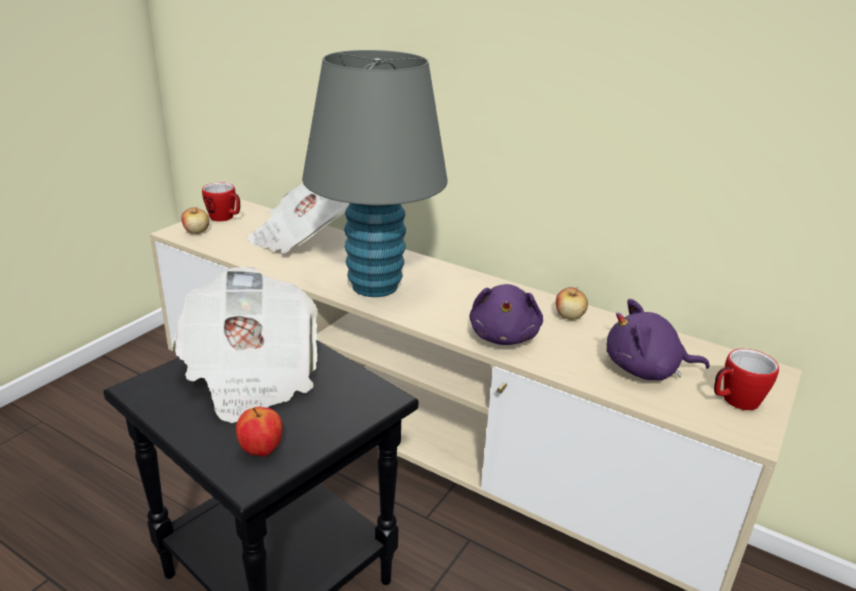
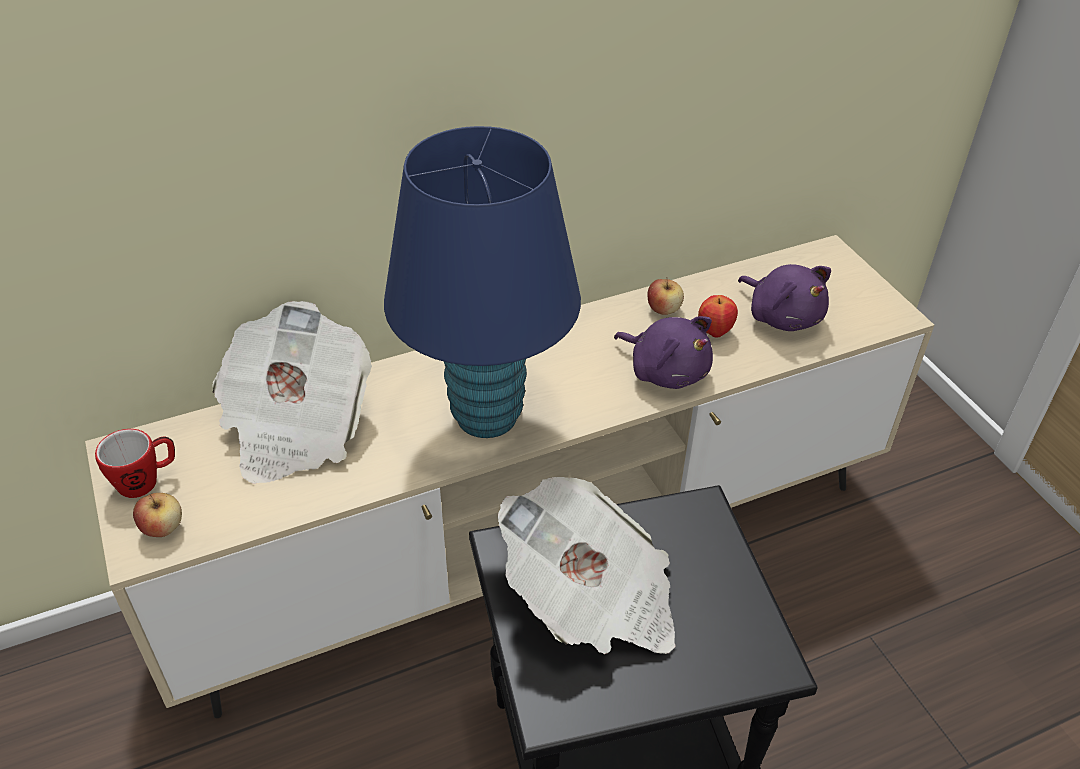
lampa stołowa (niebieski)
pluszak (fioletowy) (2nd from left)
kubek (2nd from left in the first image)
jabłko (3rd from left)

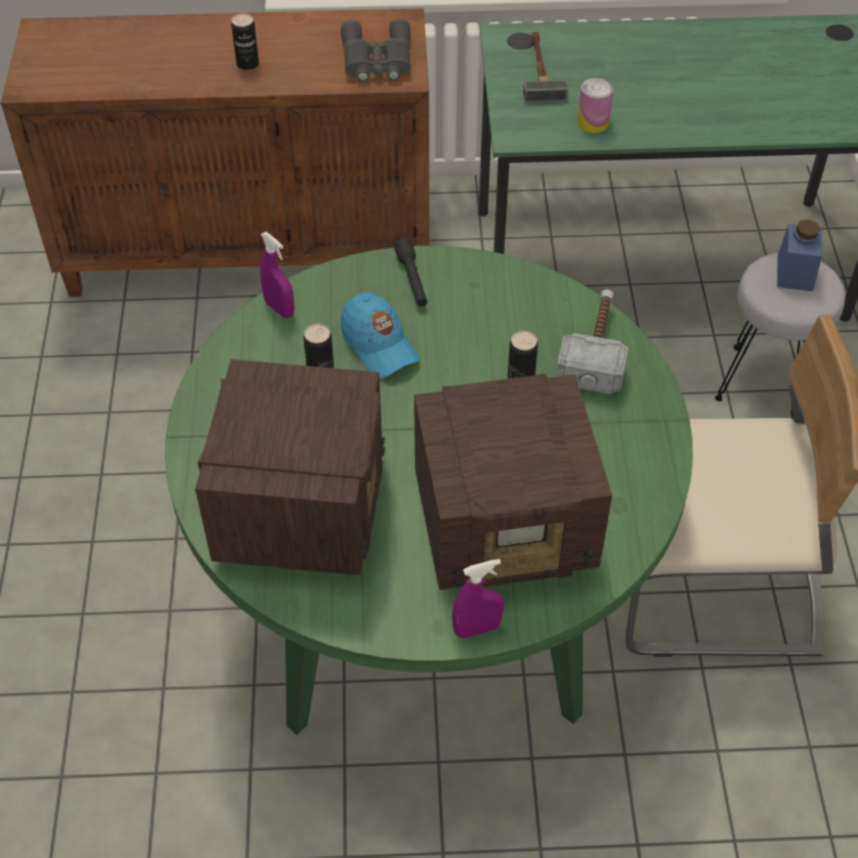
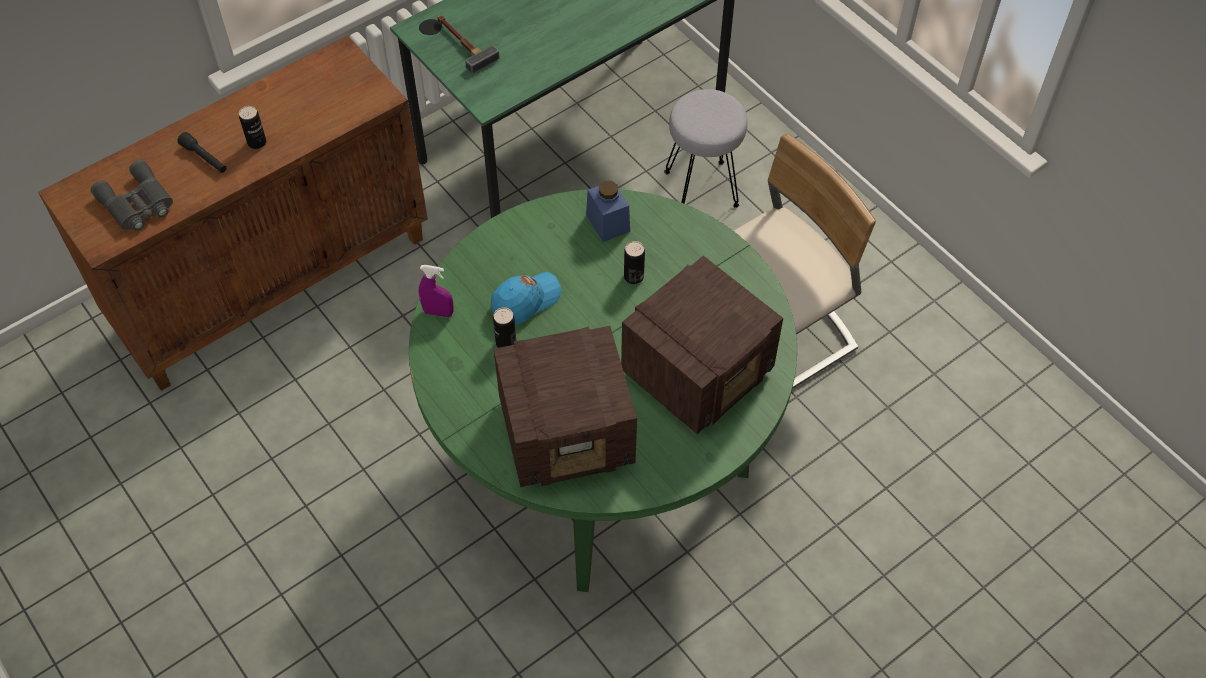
lornetka (szary)
puszka (4th from left in the first image)
słoik (niebieski)
latarka (czarny)
młotek (2nd from left in the first image)
czapka z daszkiem (niebieski)
radio (1st from left)
spryskiwacz (fioletowy) (2nd from left in the first image)

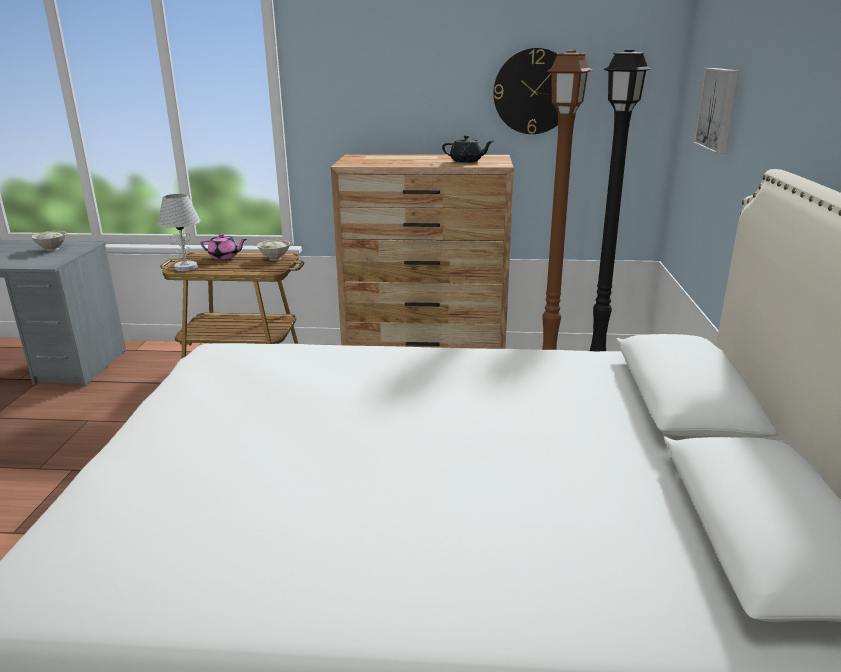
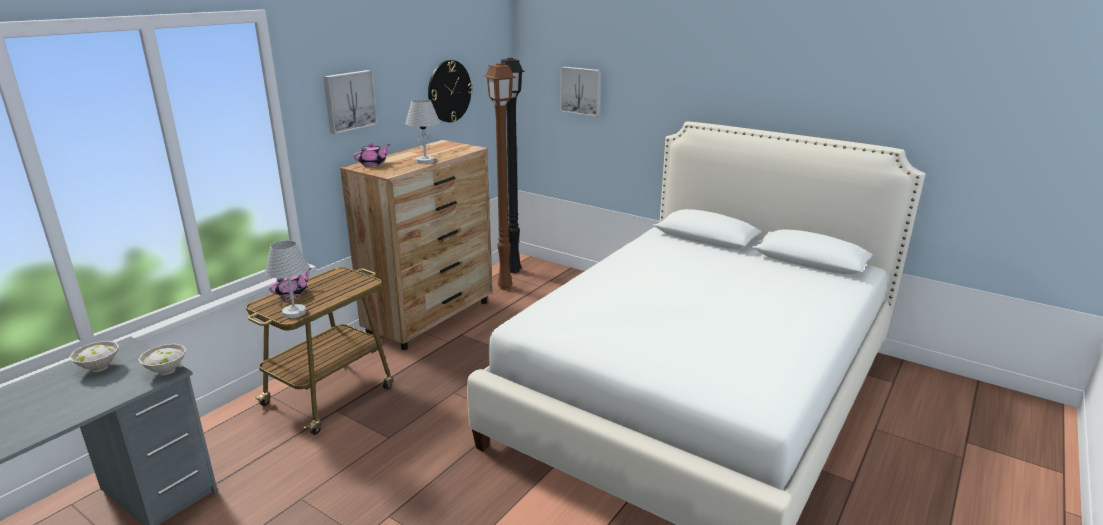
imbryk (czarny)
miska (biały) (2nd from left)
obraz (1st from left)
lampa stołowa (biały) (2nd from left)
imbryk (różowy) (2nd from left)

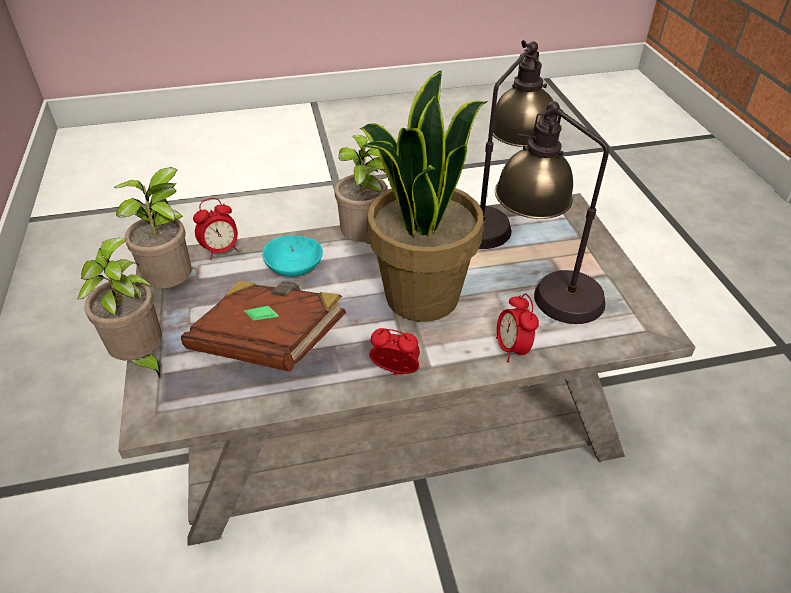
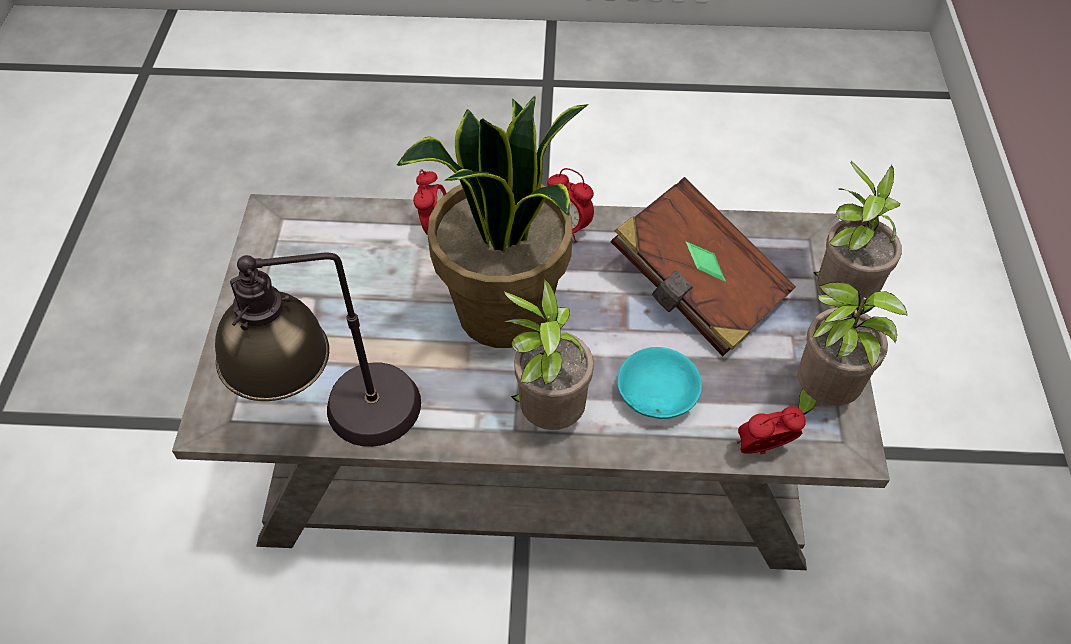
lampa stołowa (2nd from left in the first image)

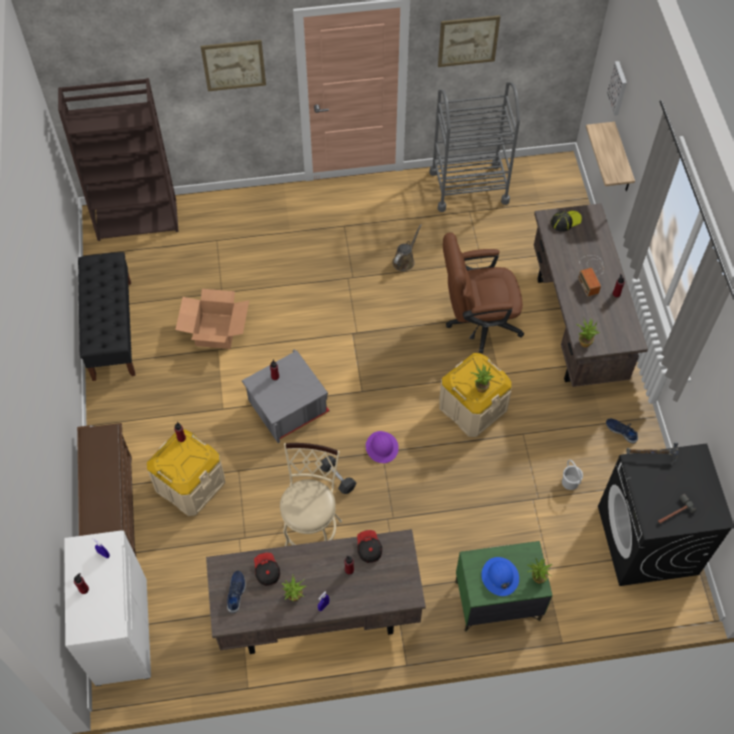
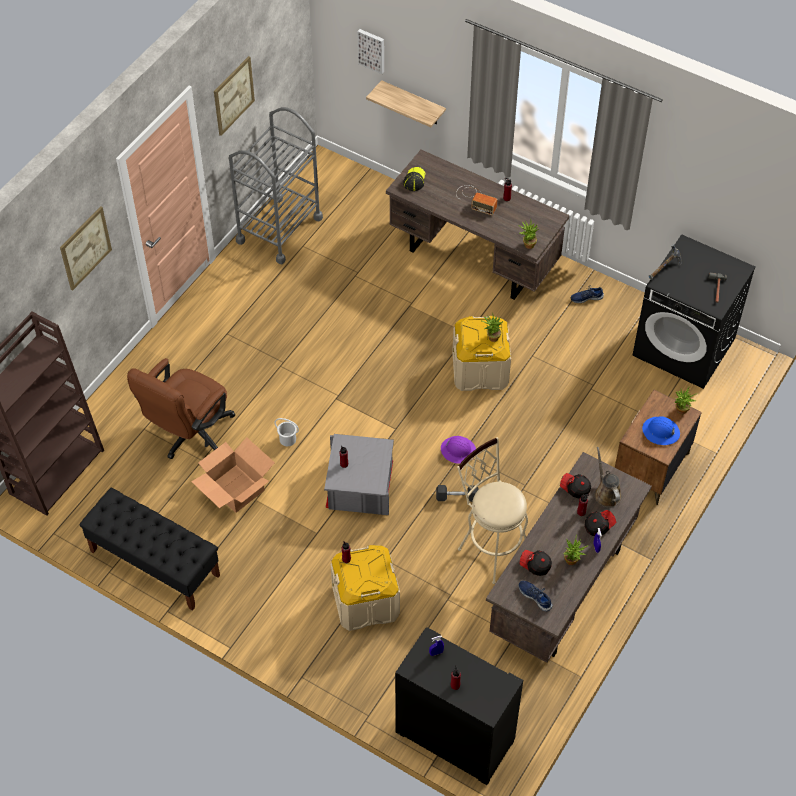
konewka (brązowy)
krzesło biurowe (brązowy)
regał na buty (brązowy)
wiadro (biały)
szafka (czarny)
szafka nocna (brązowy)
czapka z daszkiem (4th from left)

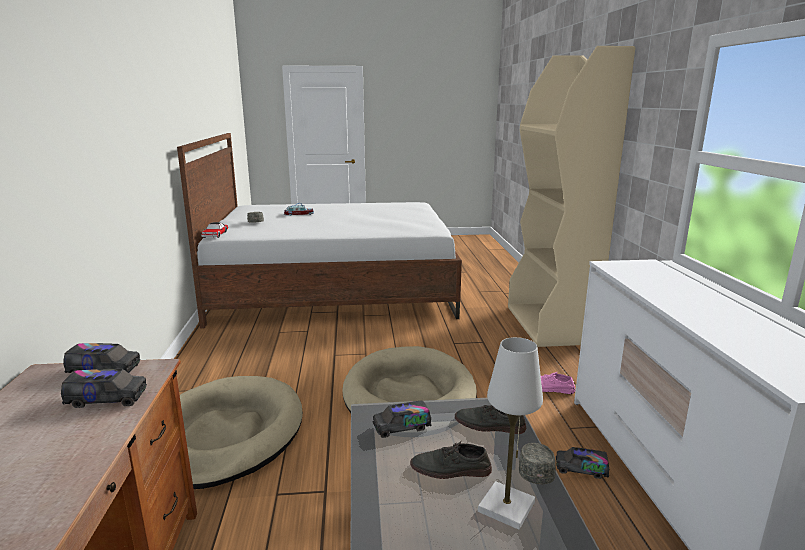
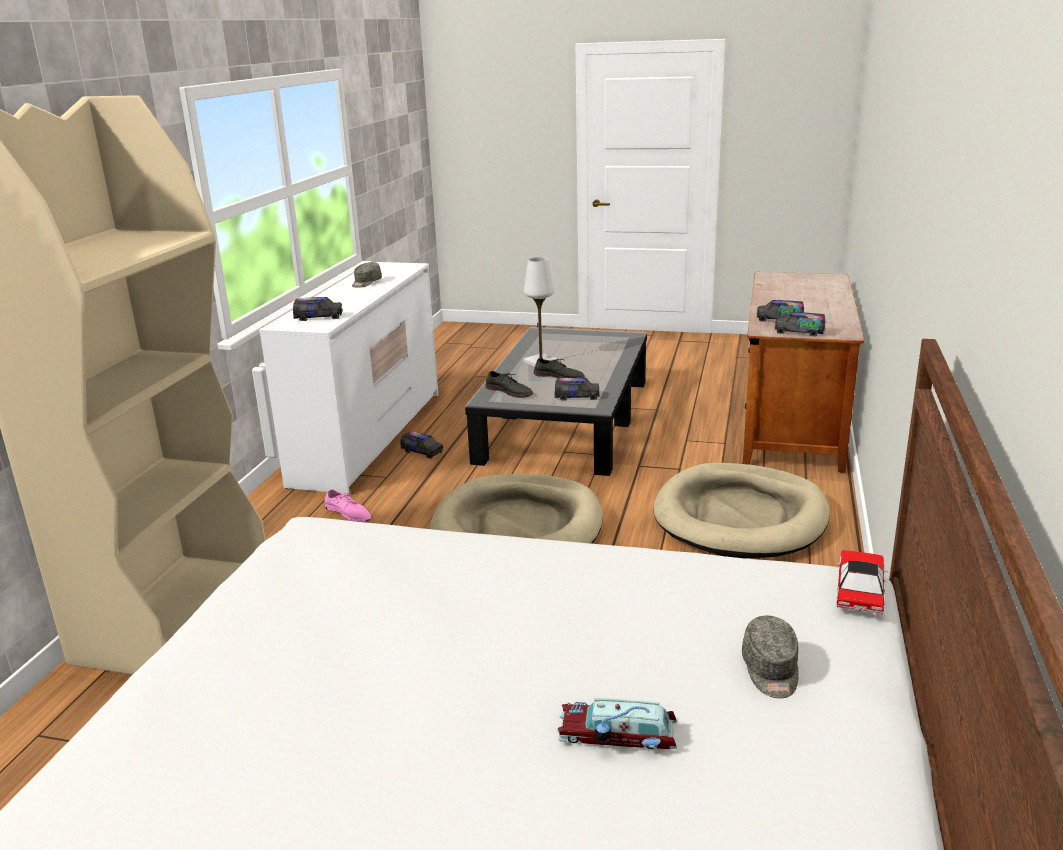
czapka z daszkiem (szary) (1st from left)
ciężarówka zabawkowa (1st from left)

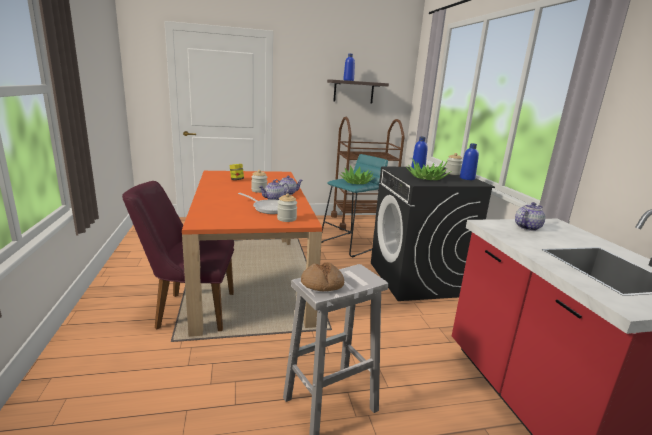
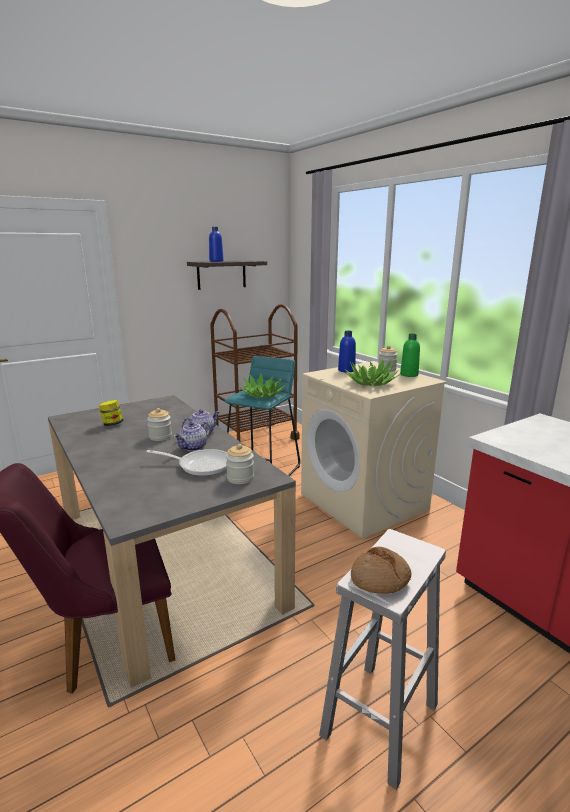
butelka (zielony)
pralka (beżowy)
stół jadalny (szary)
imbryk (3rd from left in the first image)

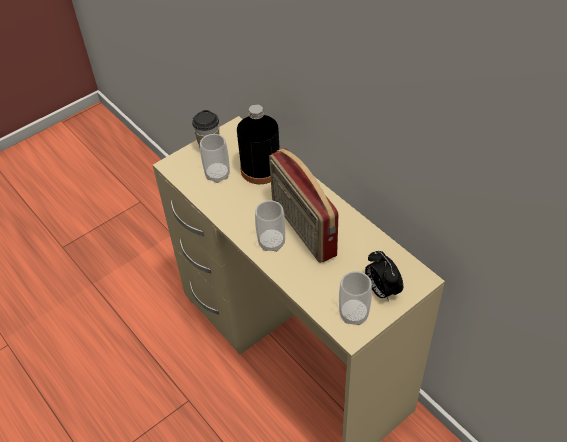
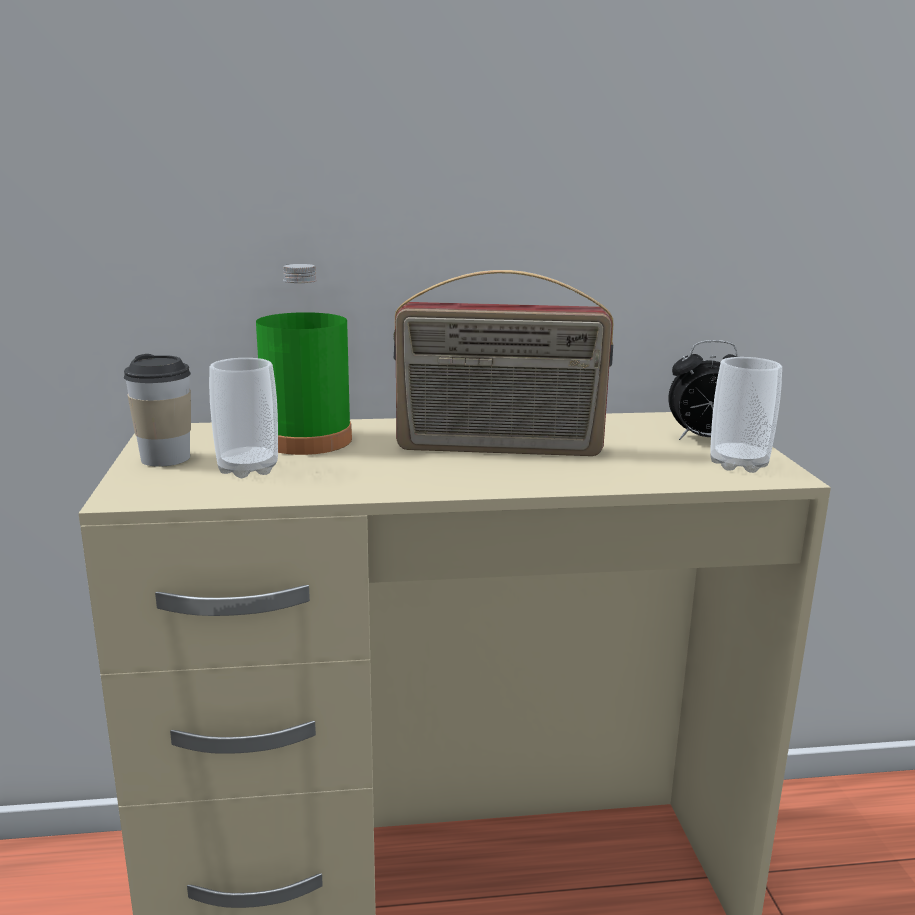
butelka (zielony)
filiżanka (3rd from left in the first image)

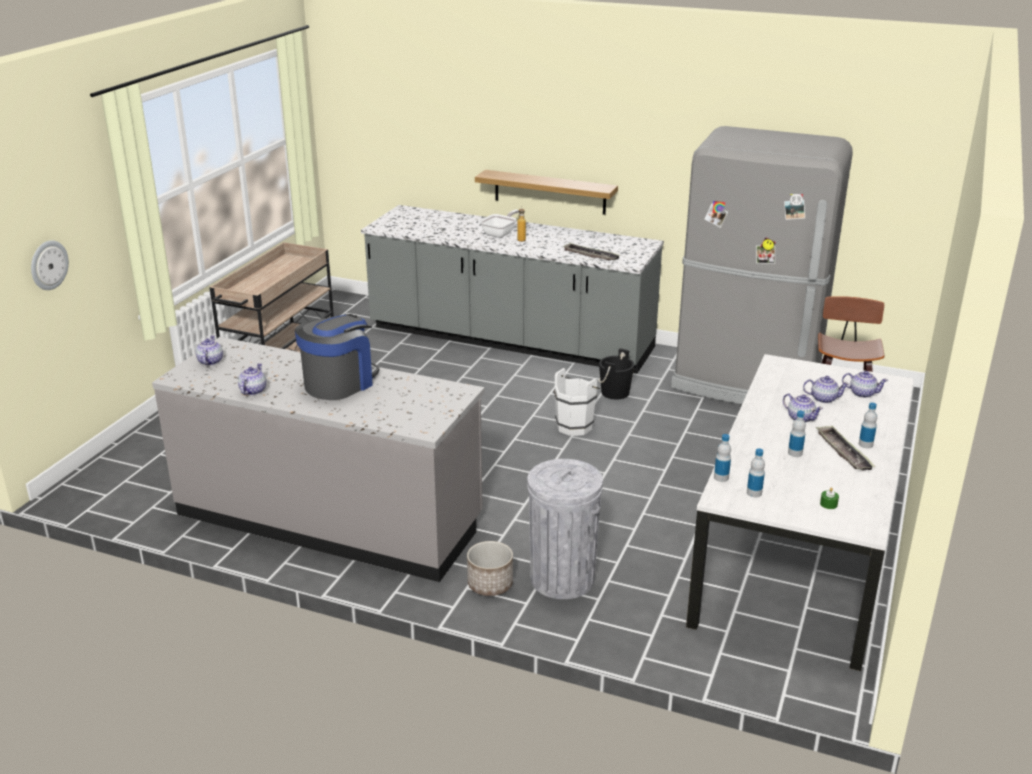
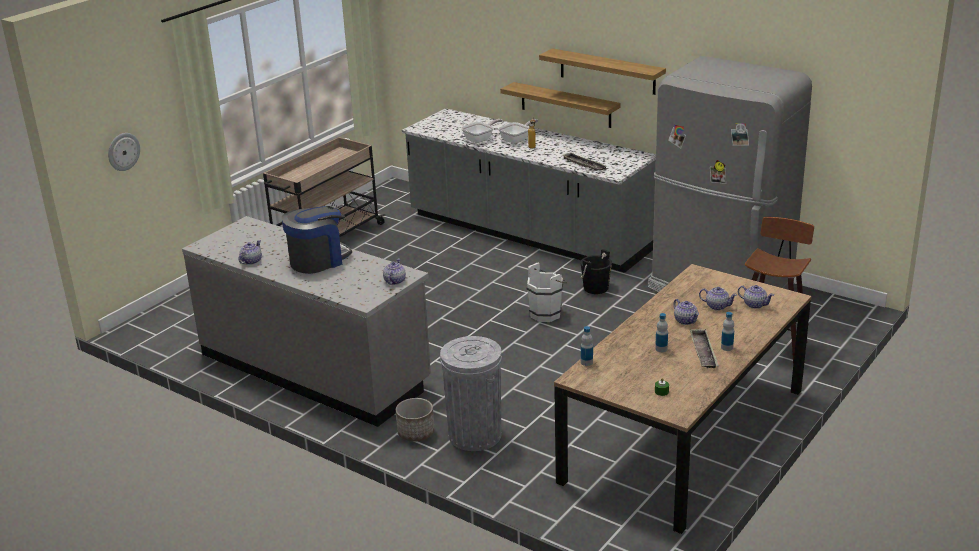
imbryk (2nd from left)
stół jadalny (brązowy)
butelka (3rd from left in the first image)
półka (2nd from left)
patelnia (1st from left)

